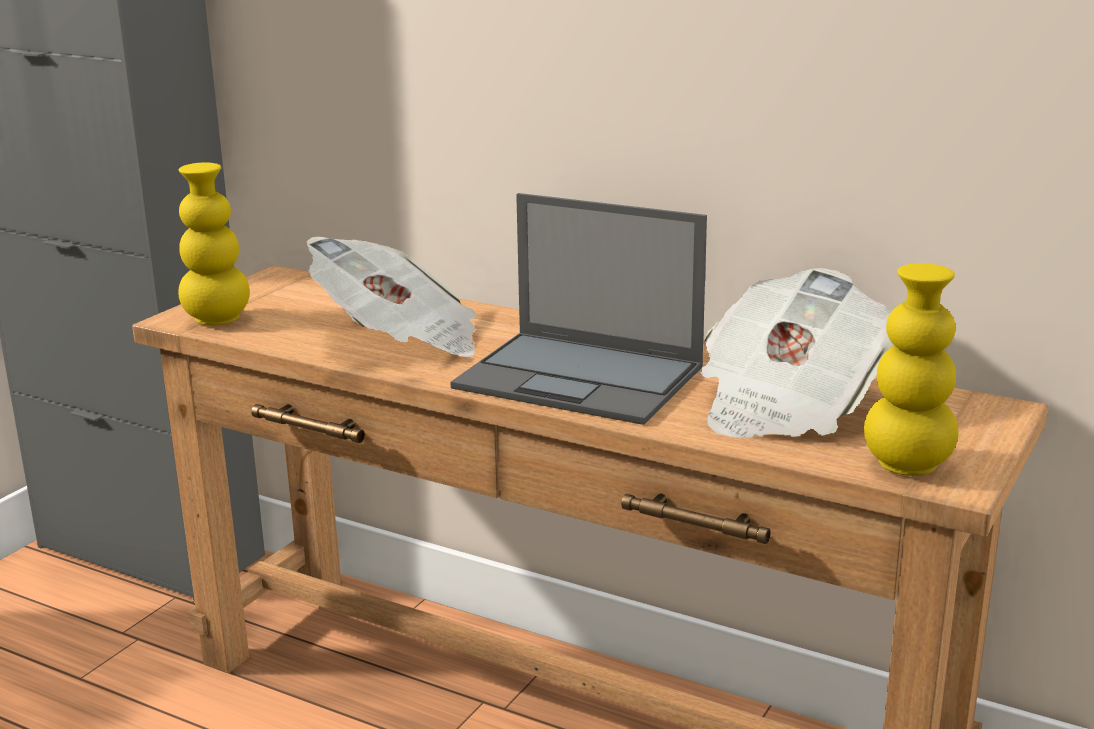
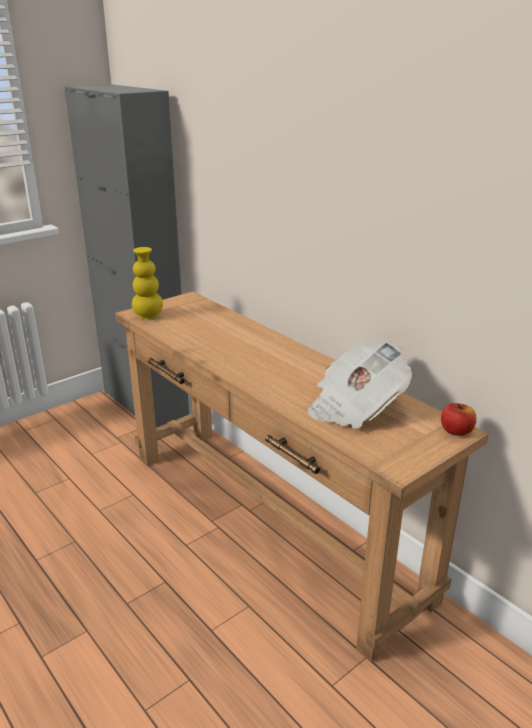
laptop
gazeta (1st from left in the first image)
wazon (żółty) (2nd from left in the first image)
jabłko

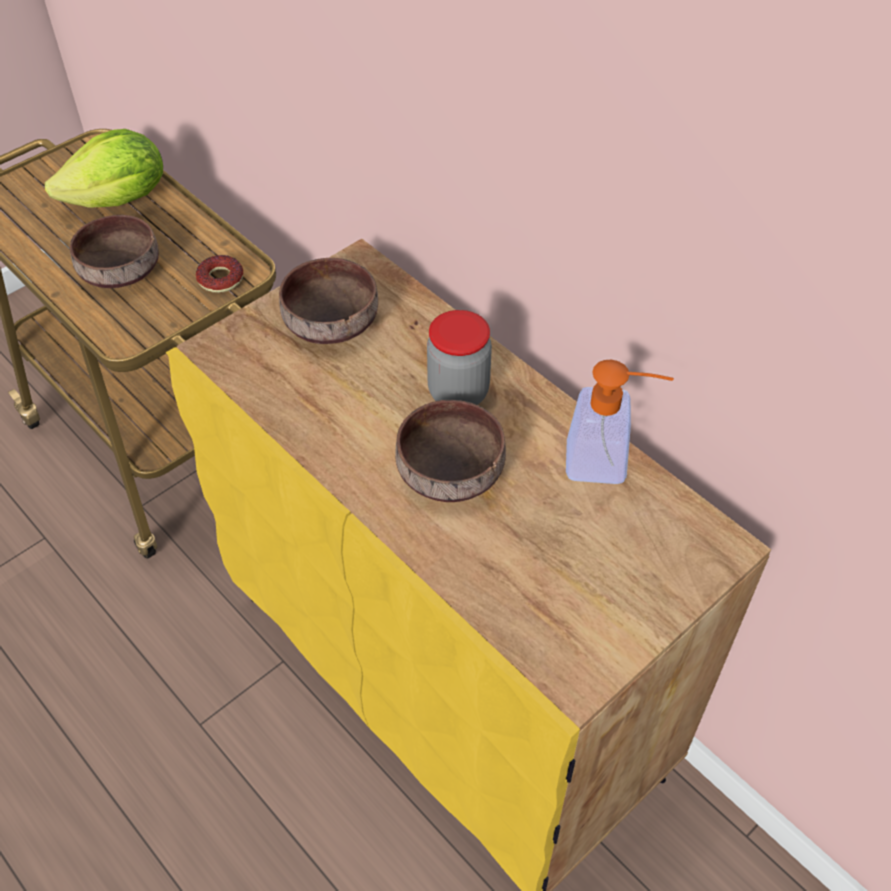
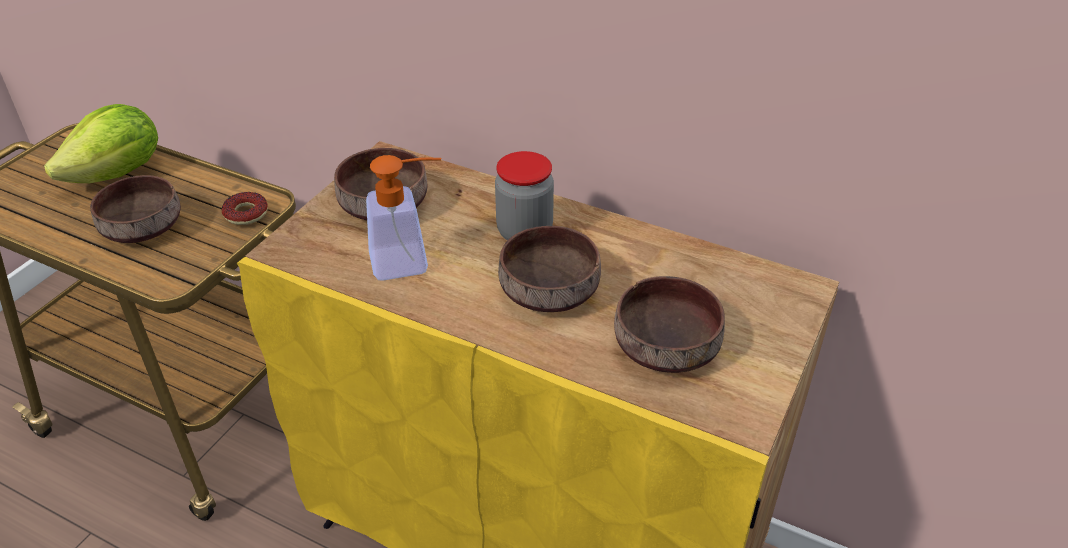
dozownik mydła
miska (brązowy) (4th from left)

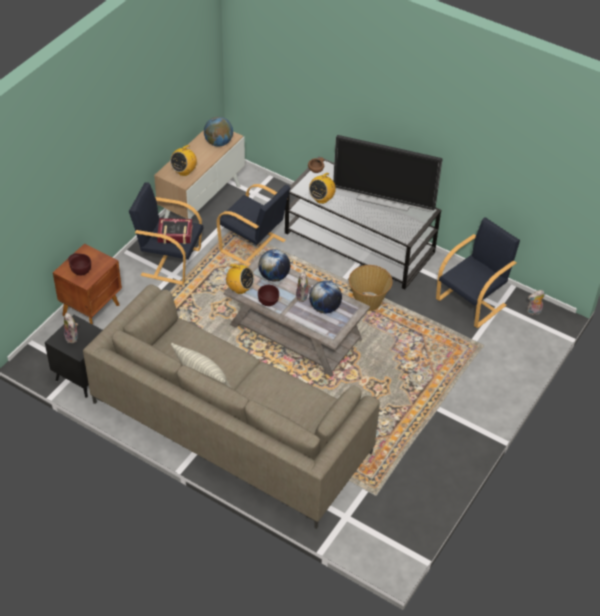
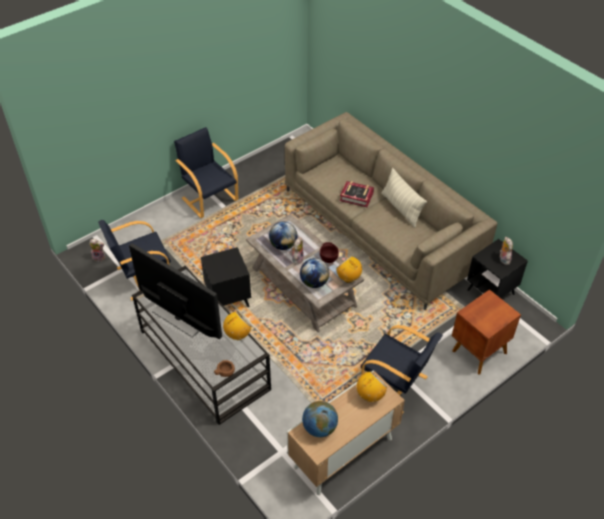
fotel (czarny) (2nd from left)
książka
miska (brązowy) (1st from left in the first image)
stolik (czarny) (1st from left)

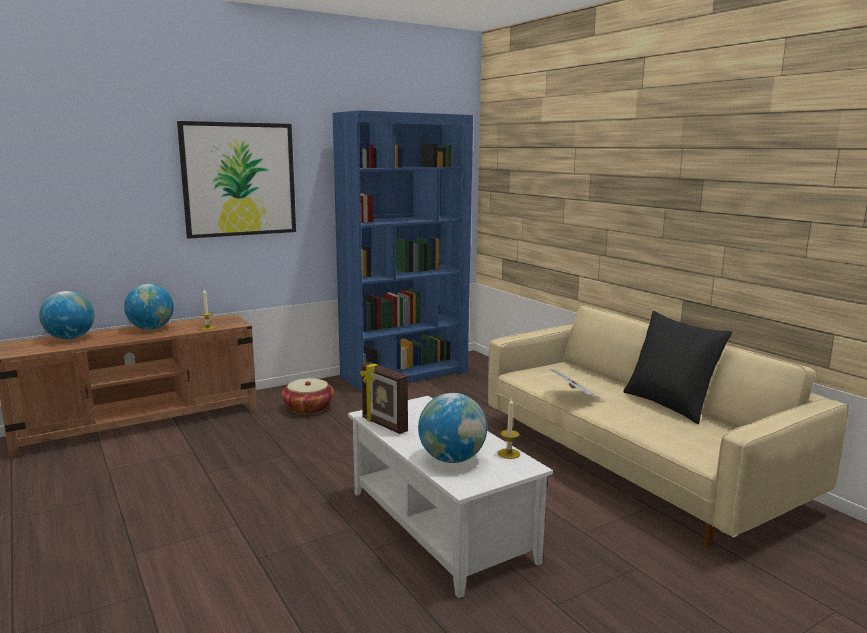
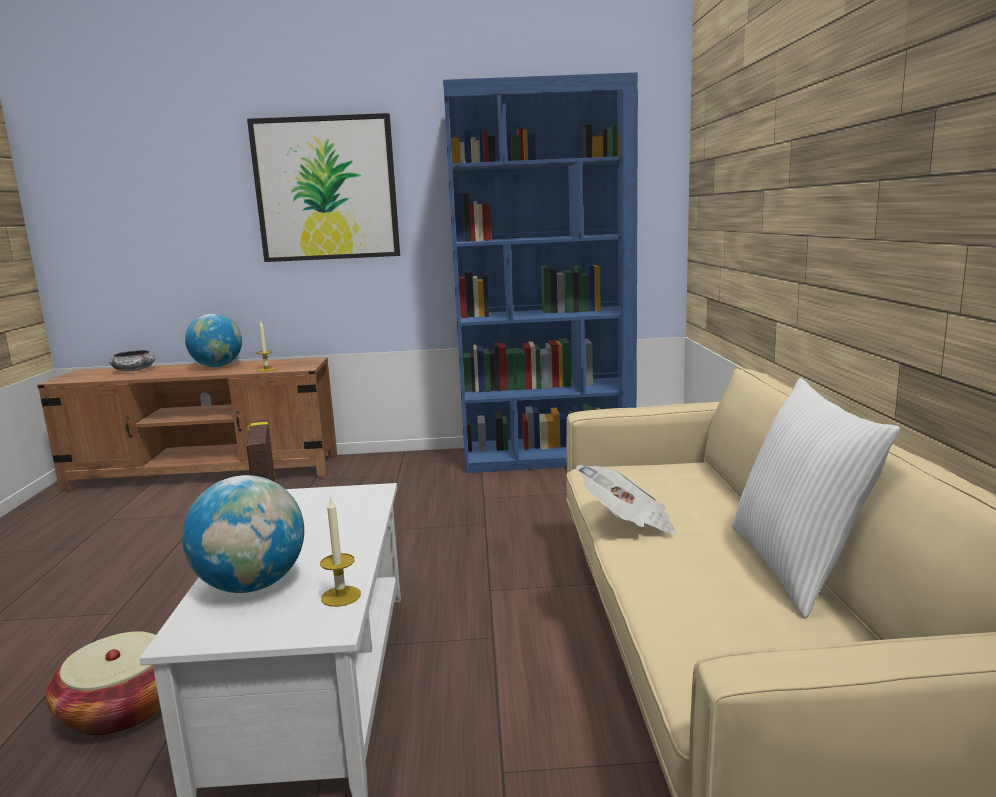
miska
poduszka (biały)
koszyk

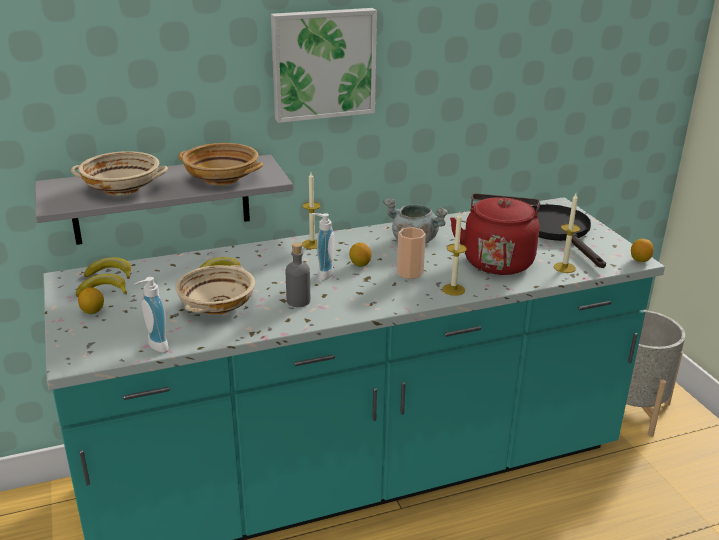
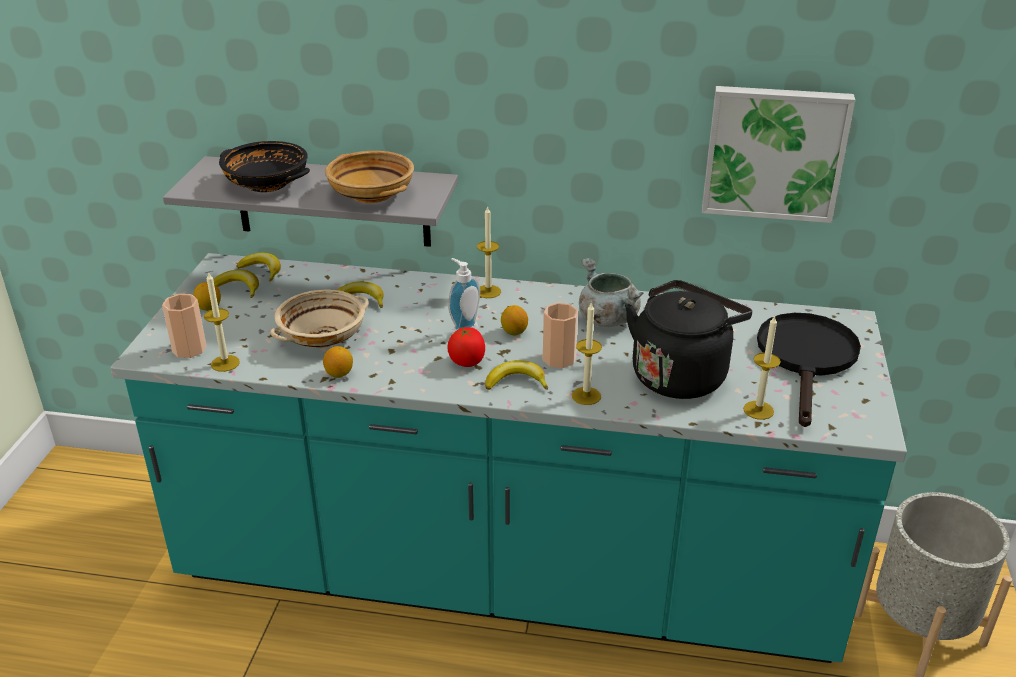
obraz
miska (czarny)
czajnik (czarny)
cytryna (2nd from left)
butelka (szary)
świeca (1st from left)
filiżanka (1st from left)
pomidor
banan (4th from left)

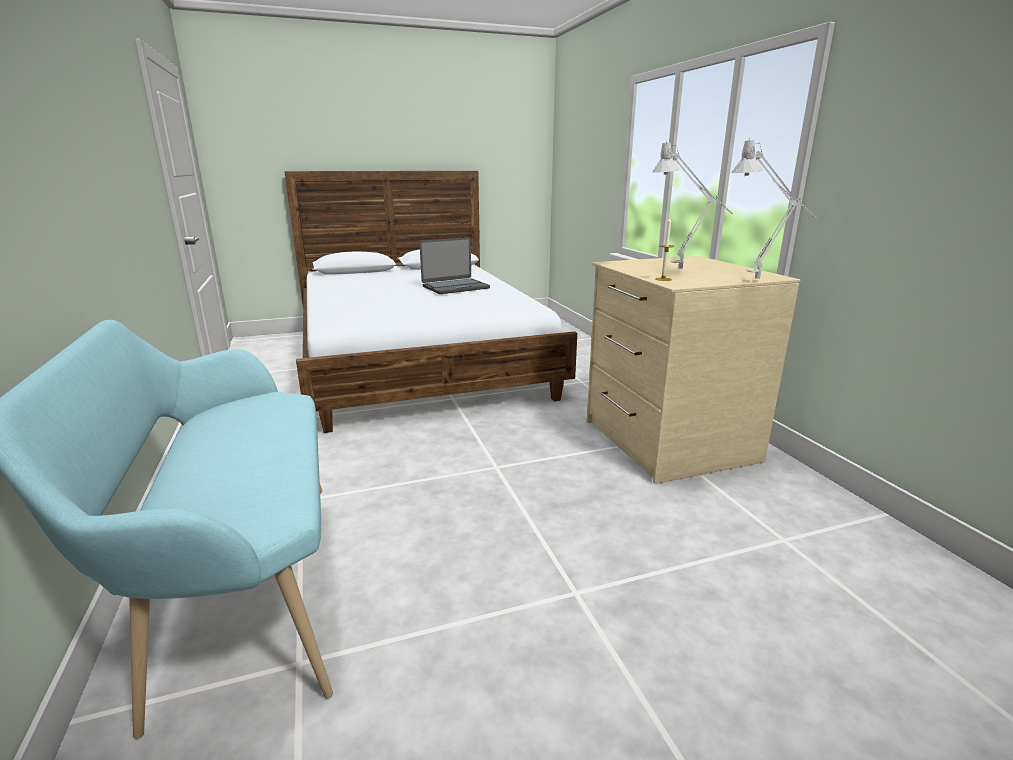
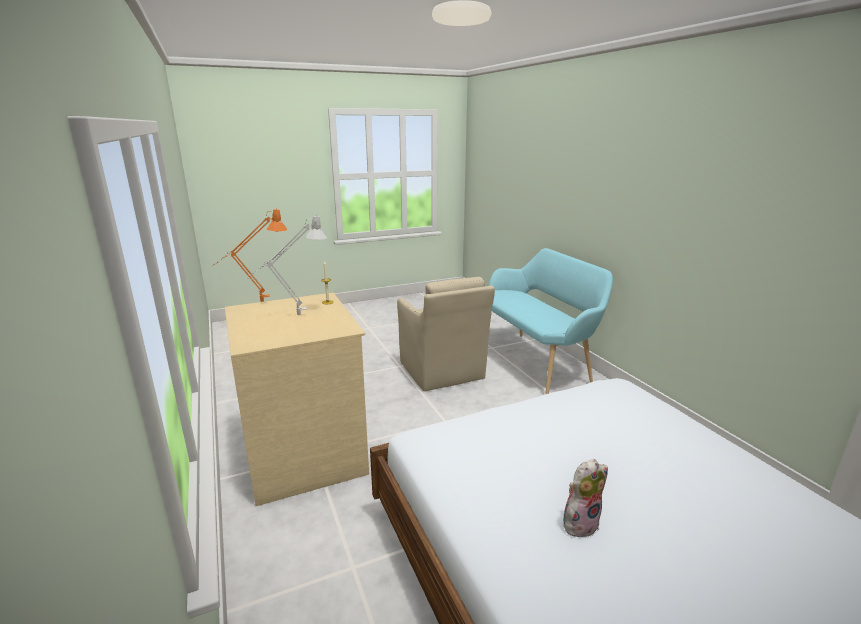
lampa stołowa (pomarańczowy)
pluszak
fotel (beżowy)

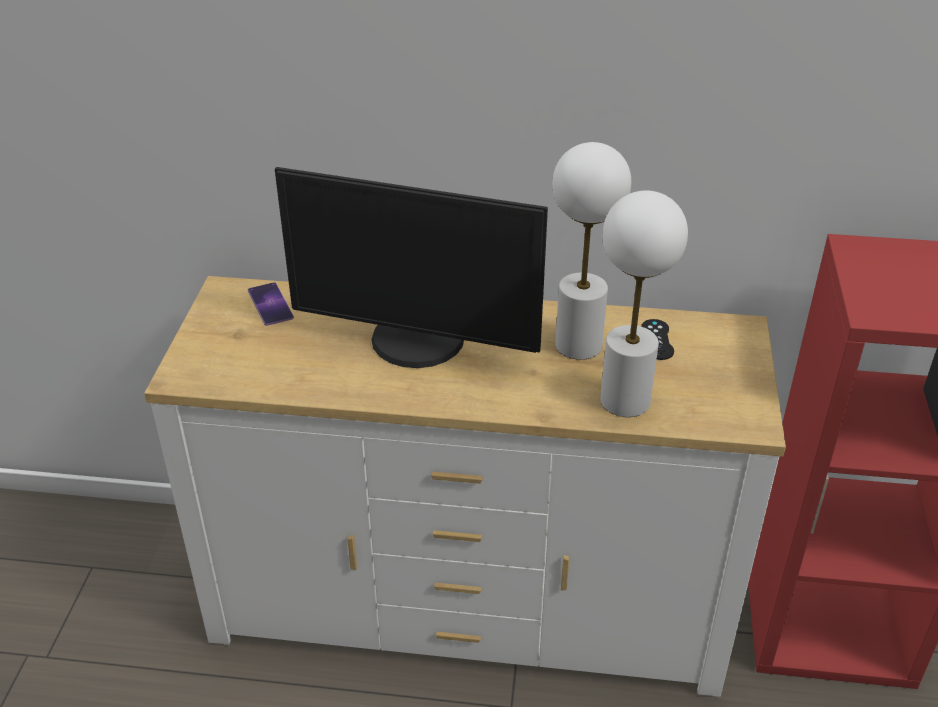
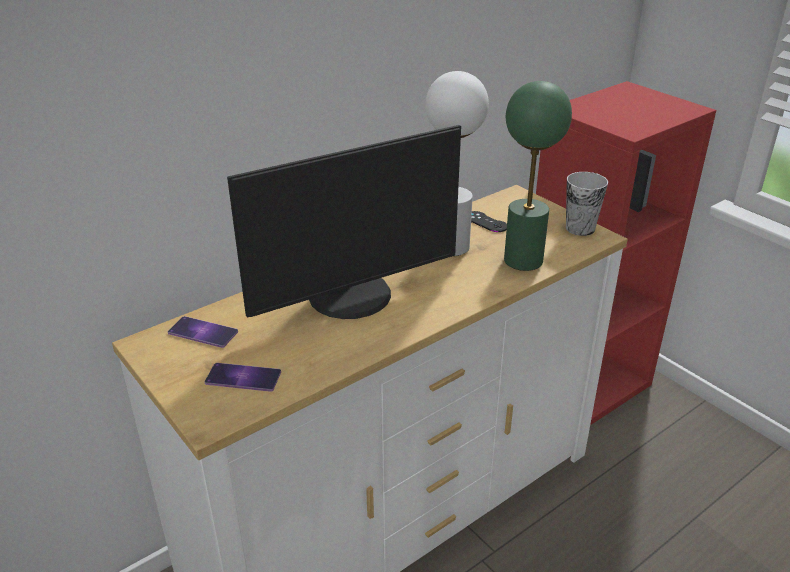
lampa stołowa (zielony)
filiżanka
telefon (2nd from left)

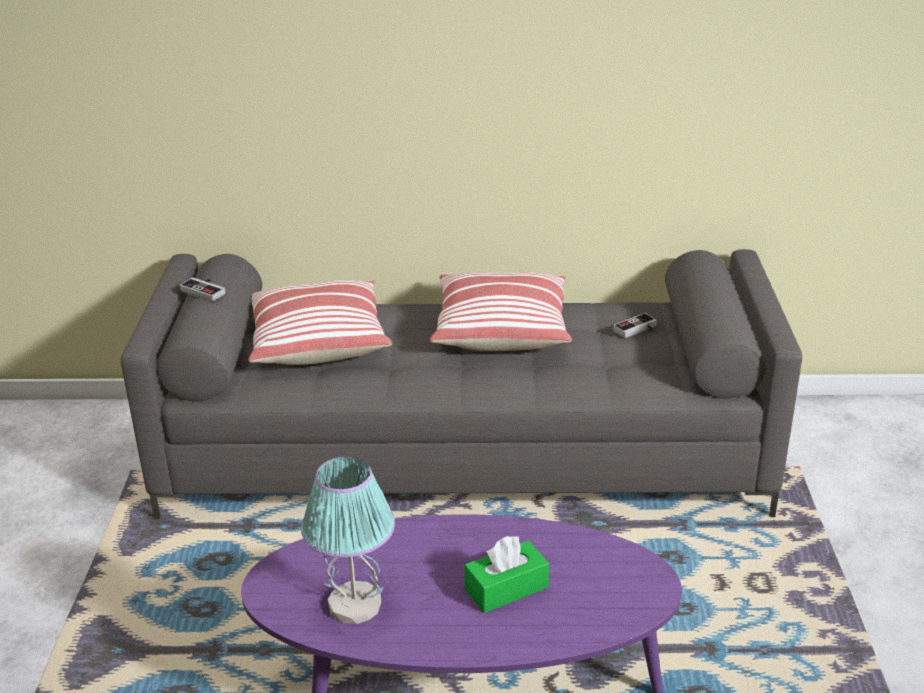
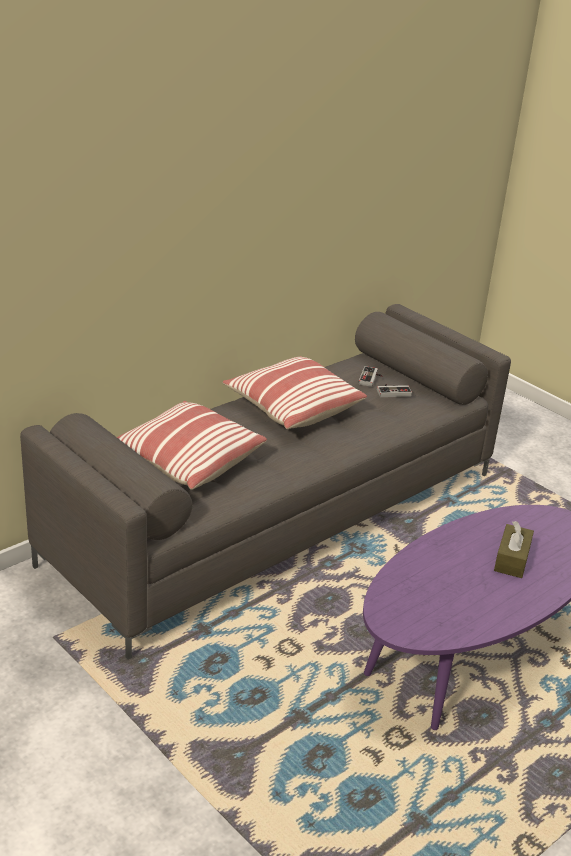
pad do gier (2nd from left)
lampa stołowa
pudełko chusteczek (brązowy)

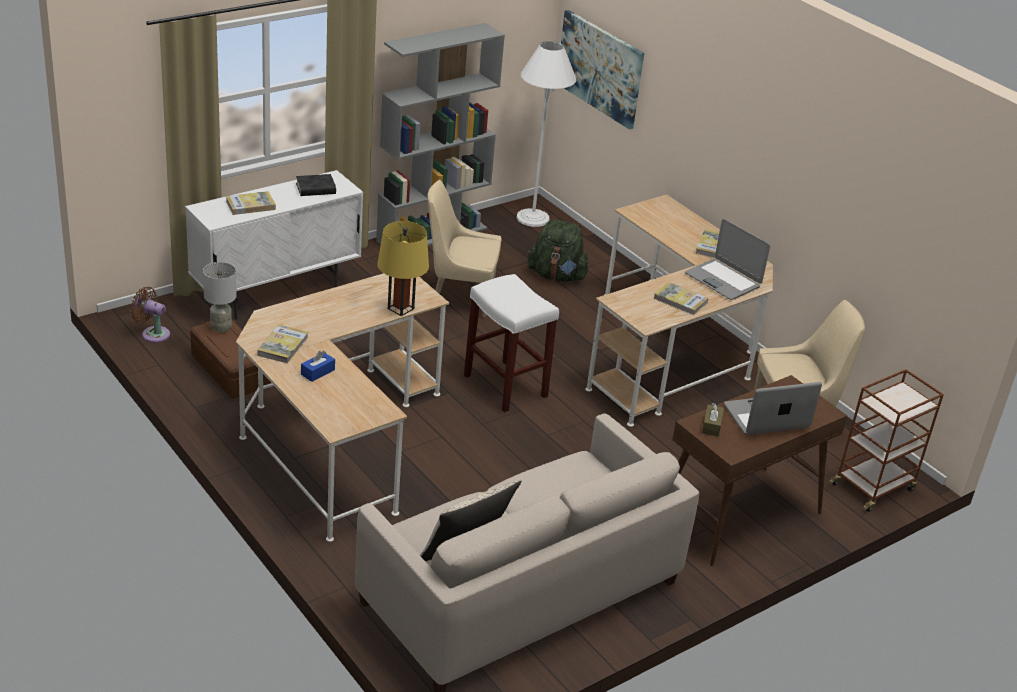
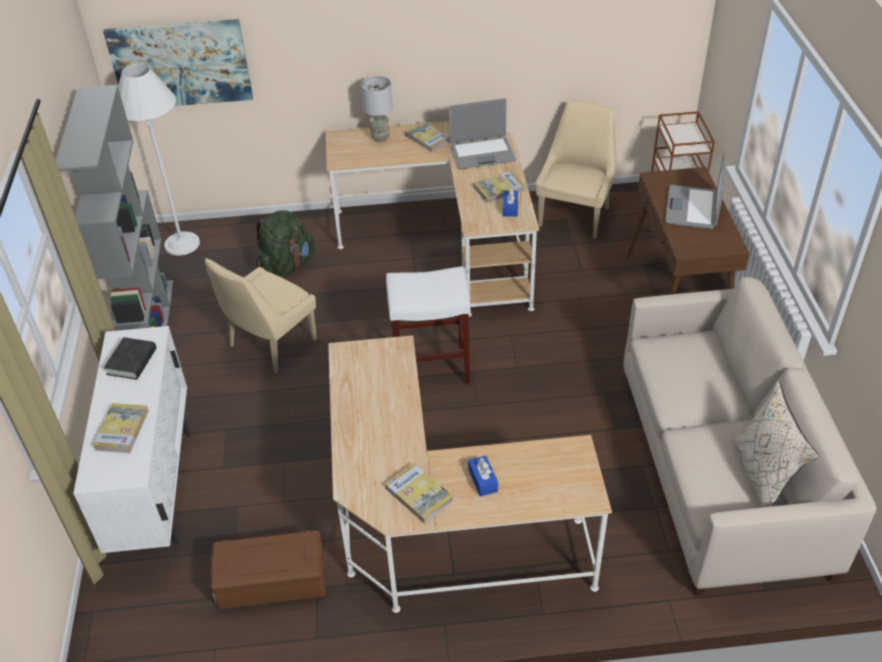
lampa stołowa (żółty)
lampa stołowa (szary)
wentylator (brązowy)
pudełko chusteczek (brązowy)
pudełko chusteczek (niebieski) (2nd from left)

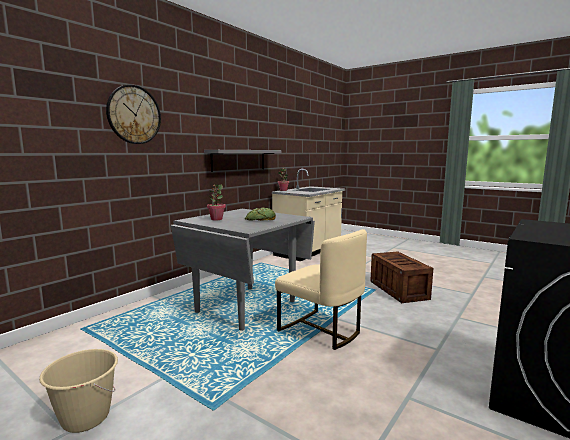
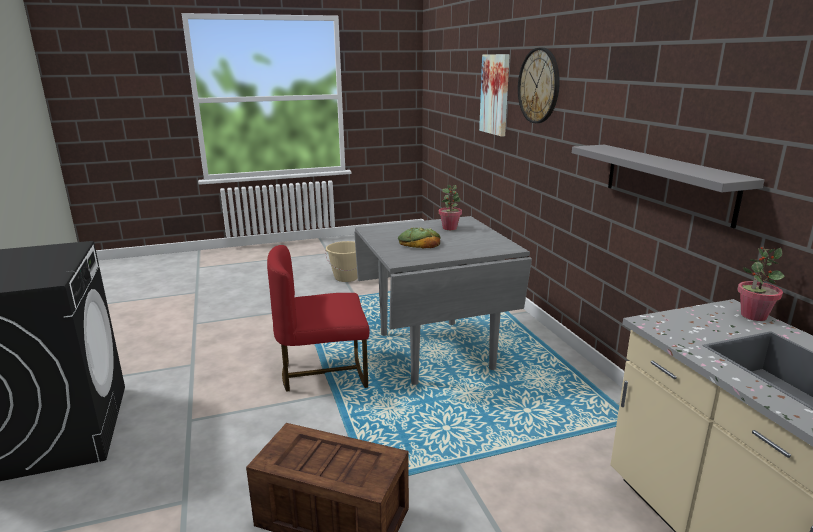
krzesło (czerwony)
obraz

